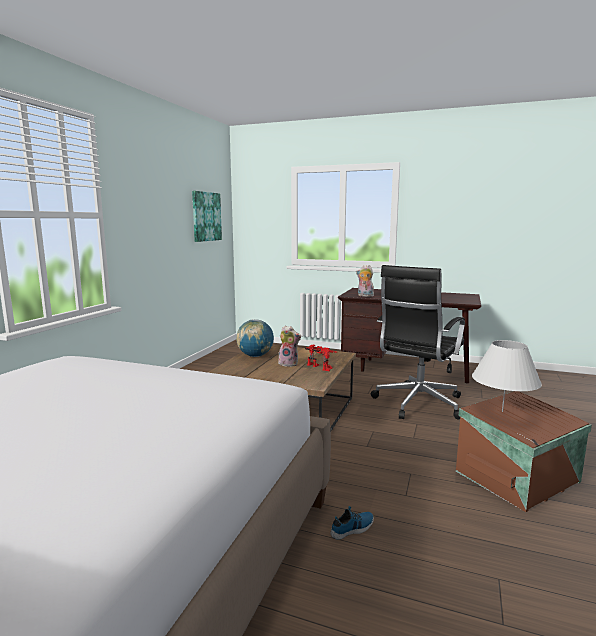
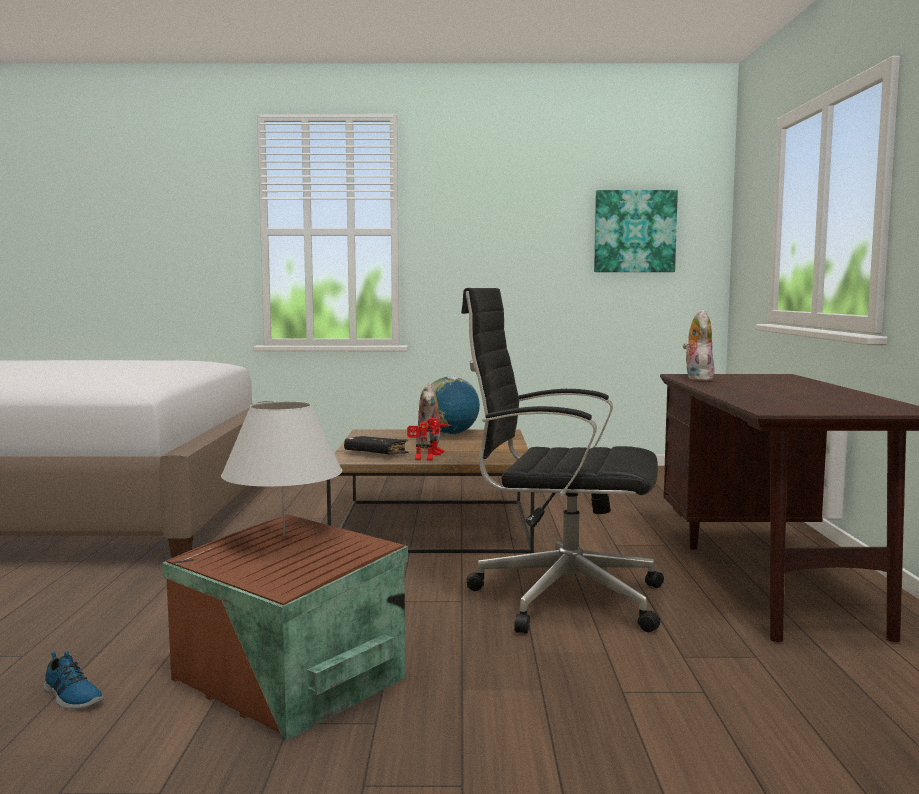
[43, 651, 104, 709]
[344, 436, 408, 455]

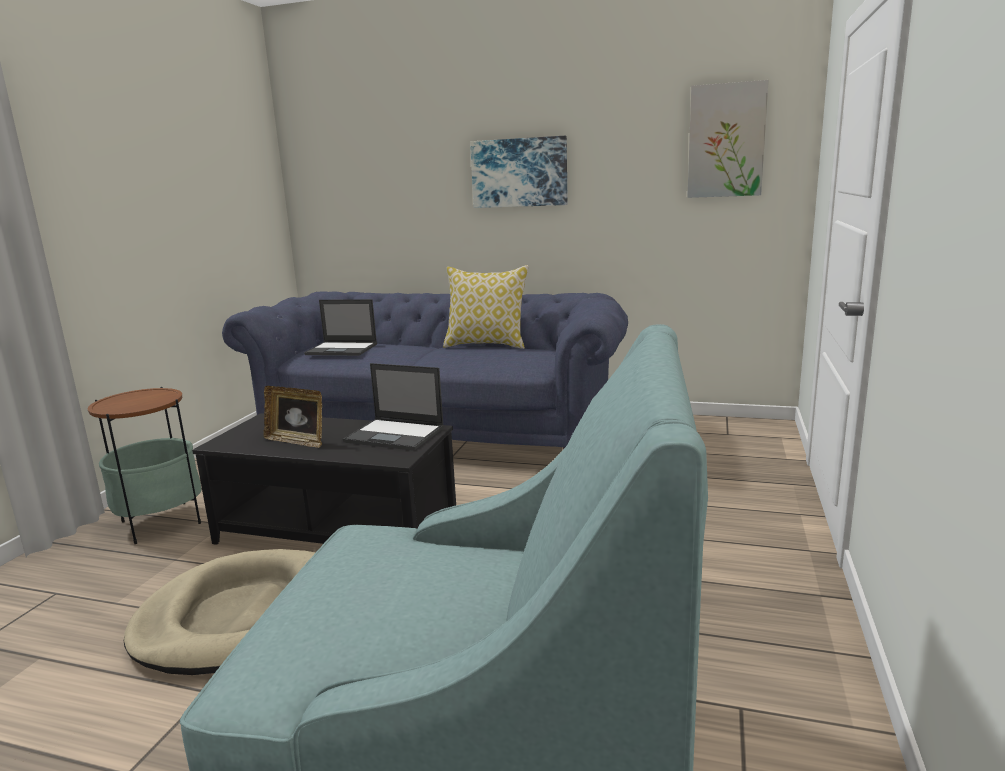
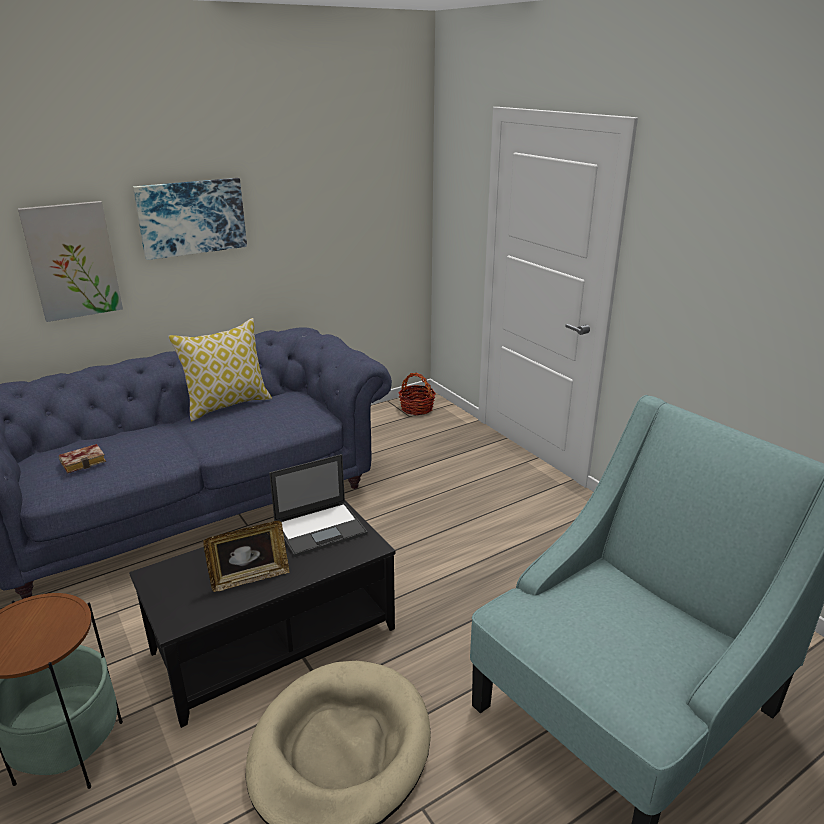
[18, 201, 123, 322]
[59, 444, 106, 473]
[399, 373, 436, 415]

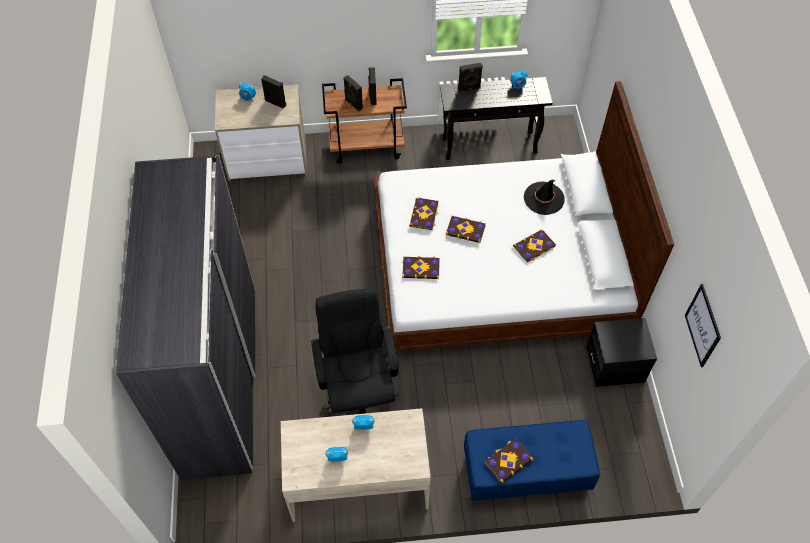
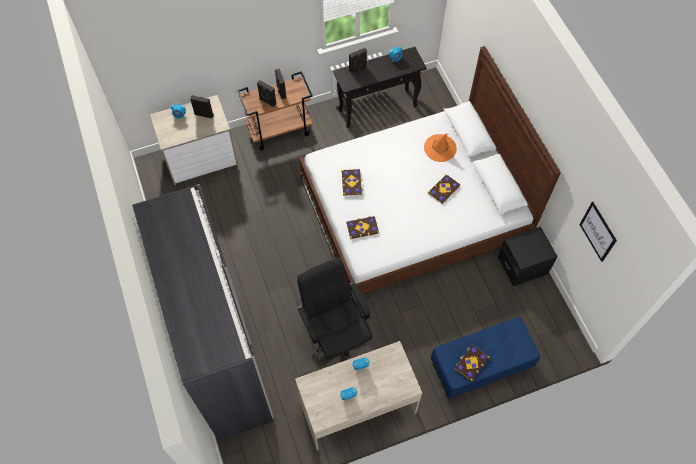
[424, 133, 457, 162]
[446, 216, 486, 243] (first image)

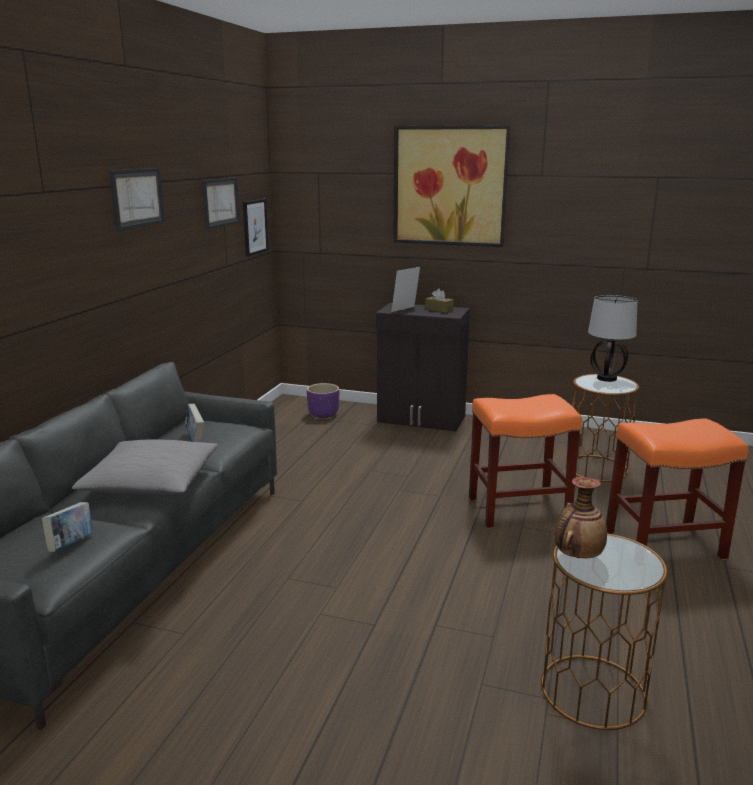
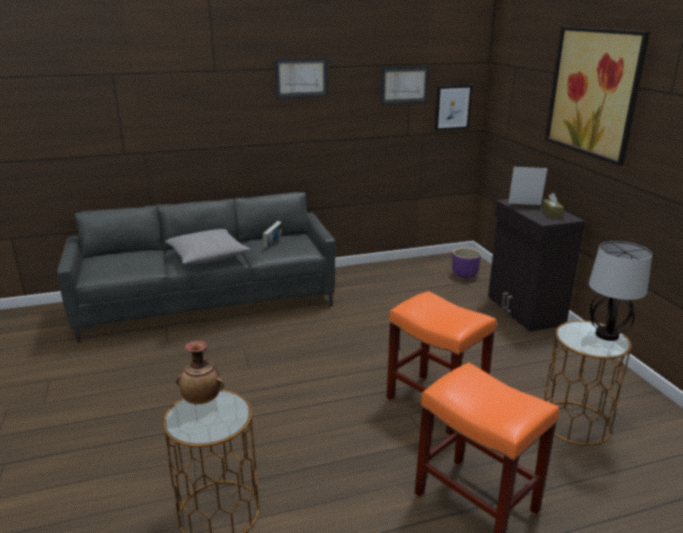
[42, 502, 93, 552] (first image)

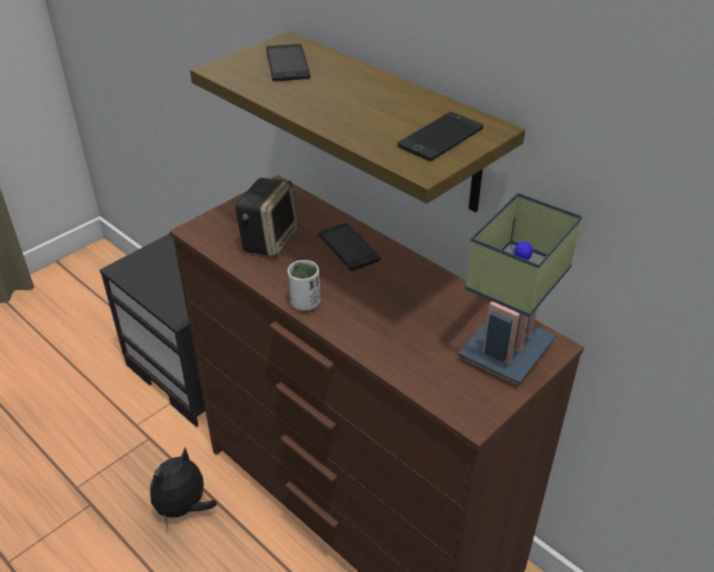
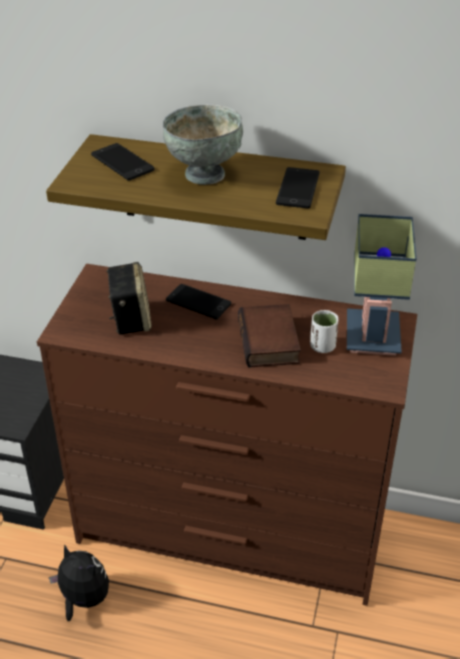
[49, 544, 109, 621]
[163, 104, 243, 185]
[238, 304, 301, 368]
[310, 310, 338, 353]

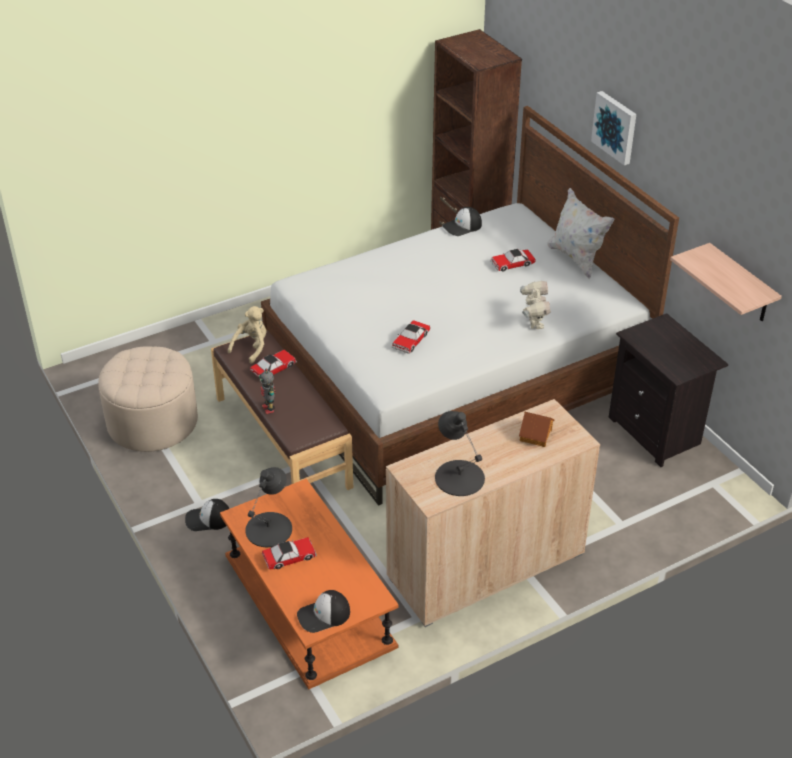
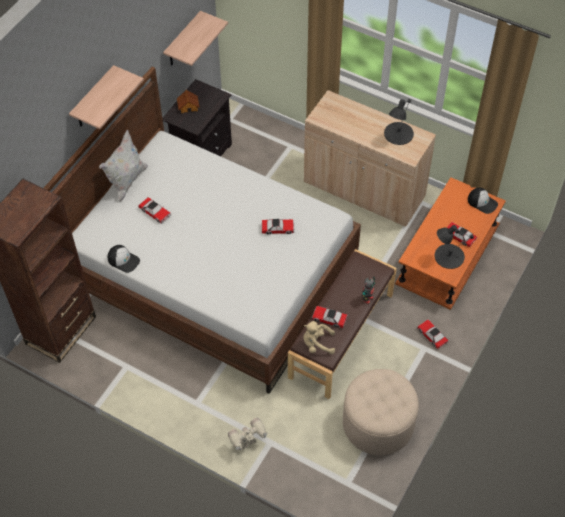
[69, 65, 144, 129]
[177, 90, 199, 113]
[228, 417, 268, 450]
[417, 320, 449, 349]

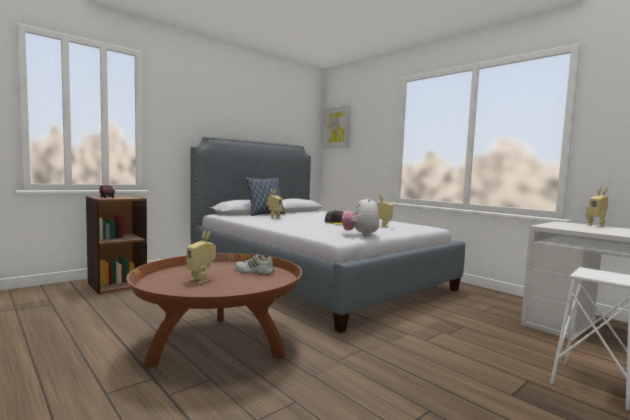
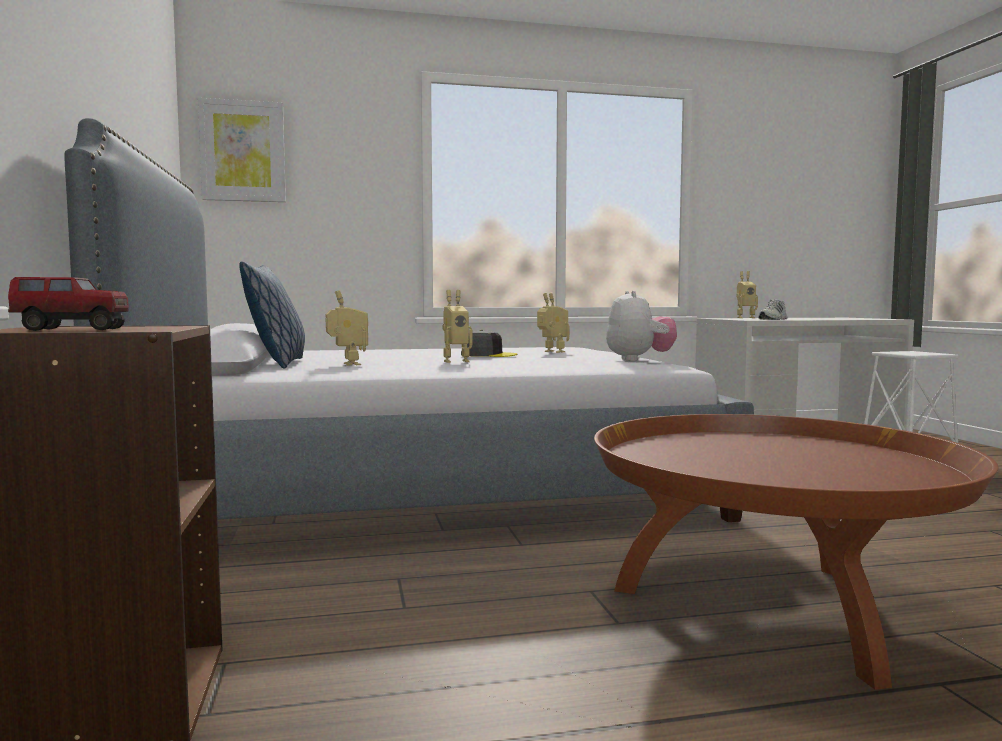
[442, 290, 472, 363]
[606, 290, 677, 361]
[758, 299, 787, 320]

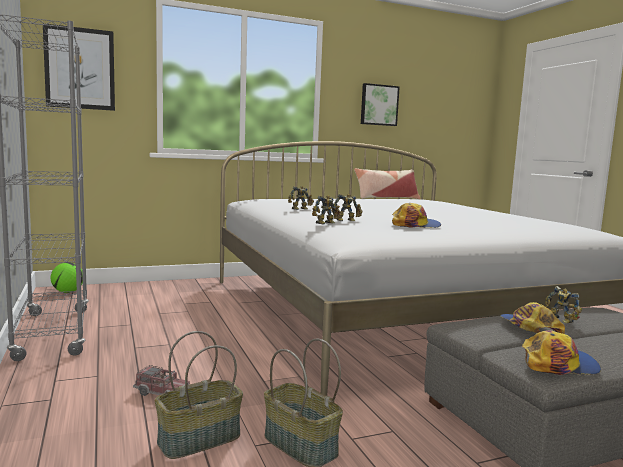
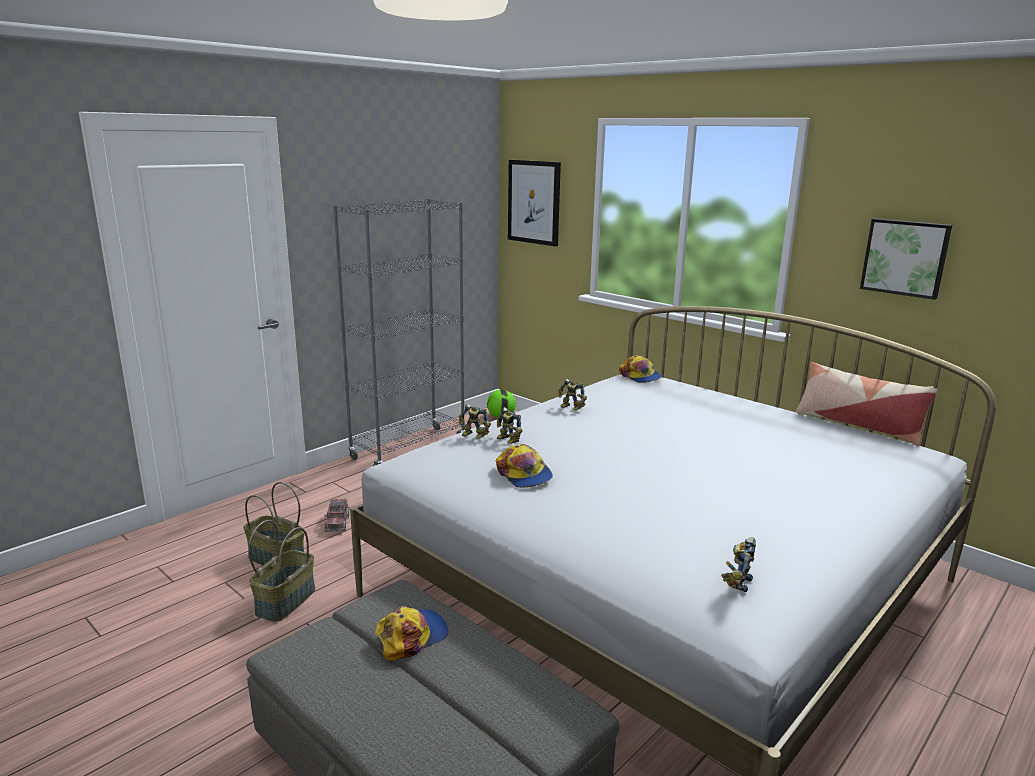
[619, 355, 662, 383]
[721, 537, 756, 592]

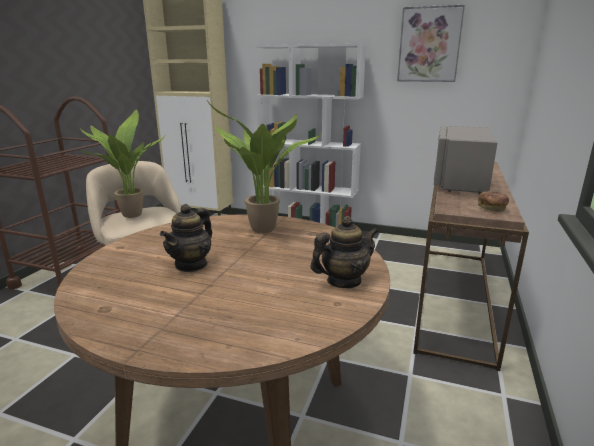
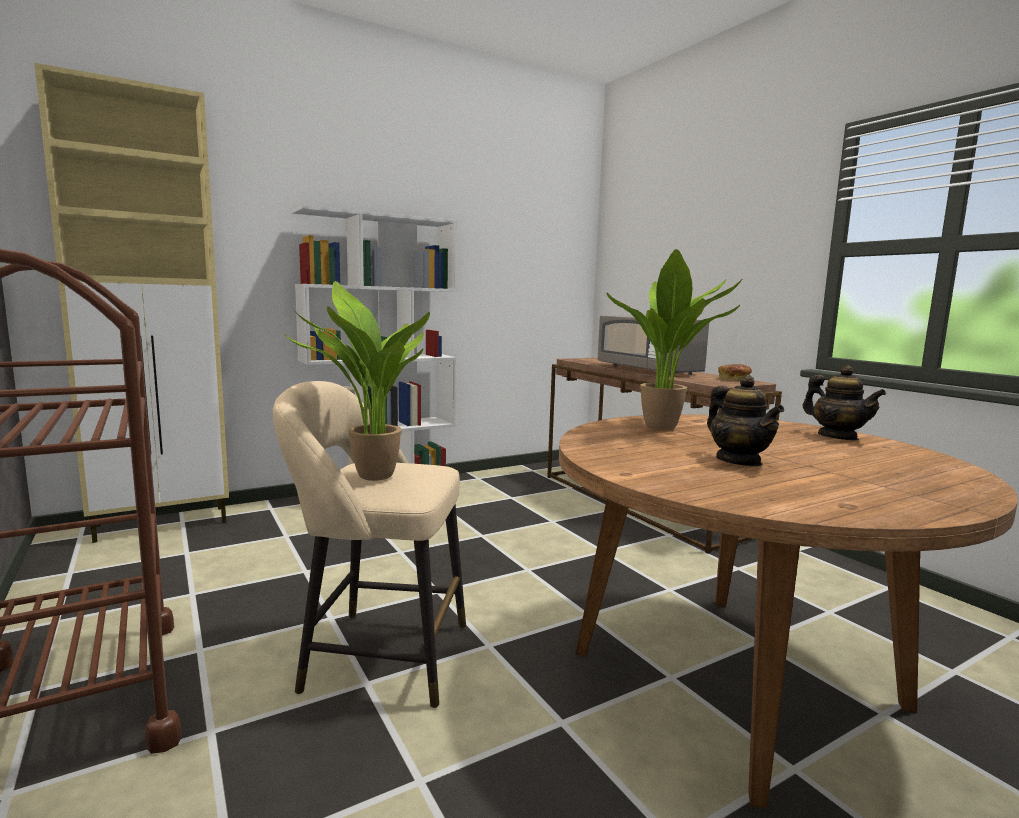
[803, 365, 886, 440]
[397, 5, 465, 82] (first image)

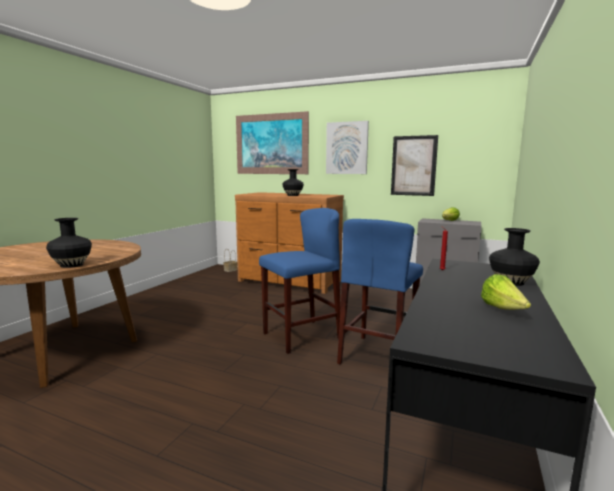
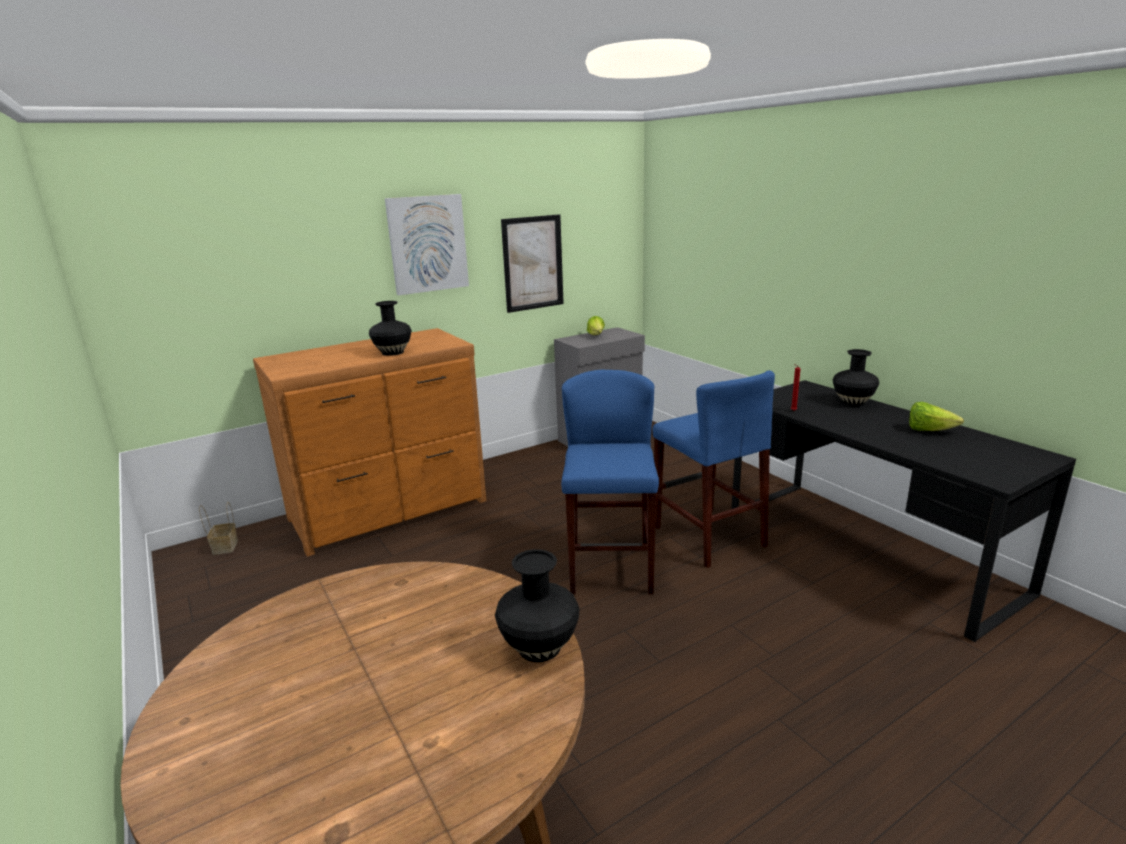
[236, 111, 309, 174] (first image)

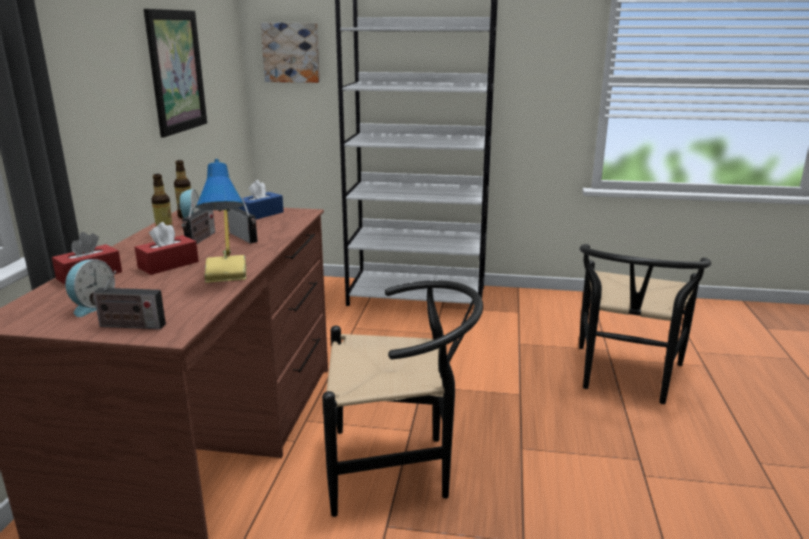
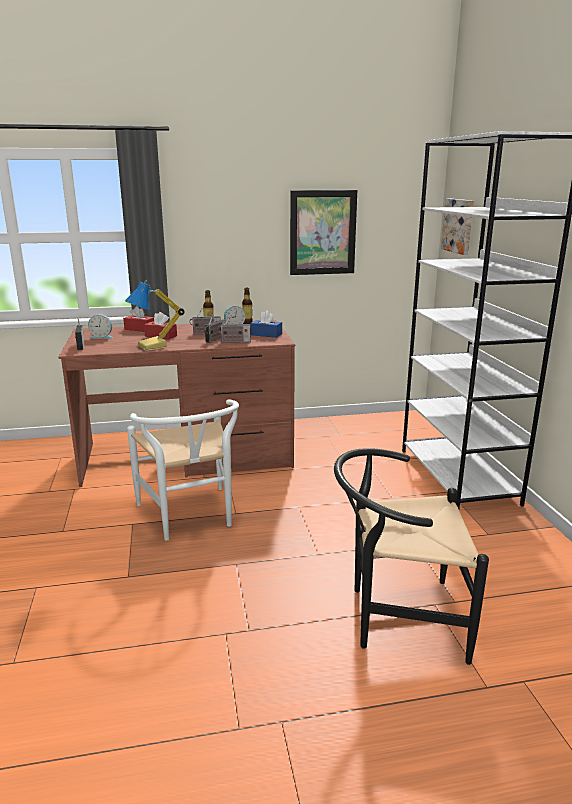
[127, 399, 239, 541]
[218, 316, 251, 343]

